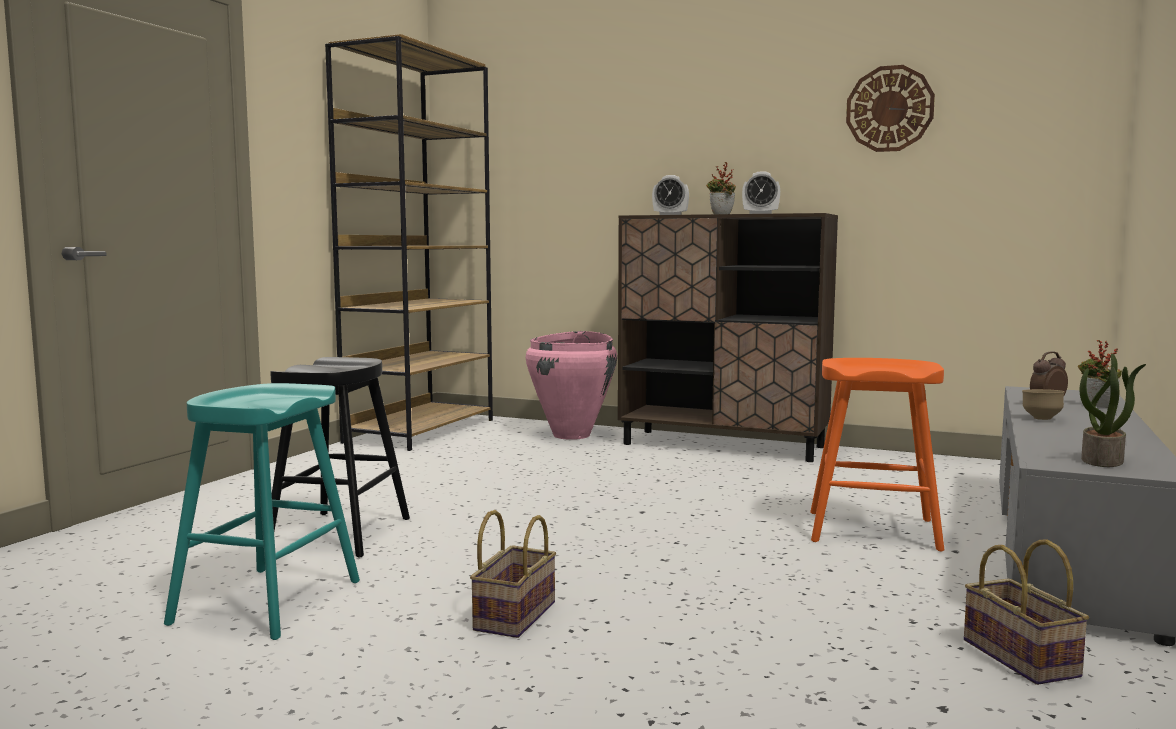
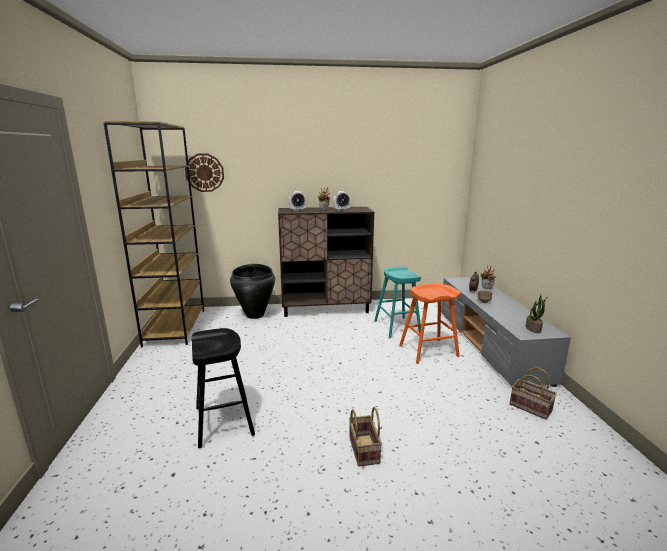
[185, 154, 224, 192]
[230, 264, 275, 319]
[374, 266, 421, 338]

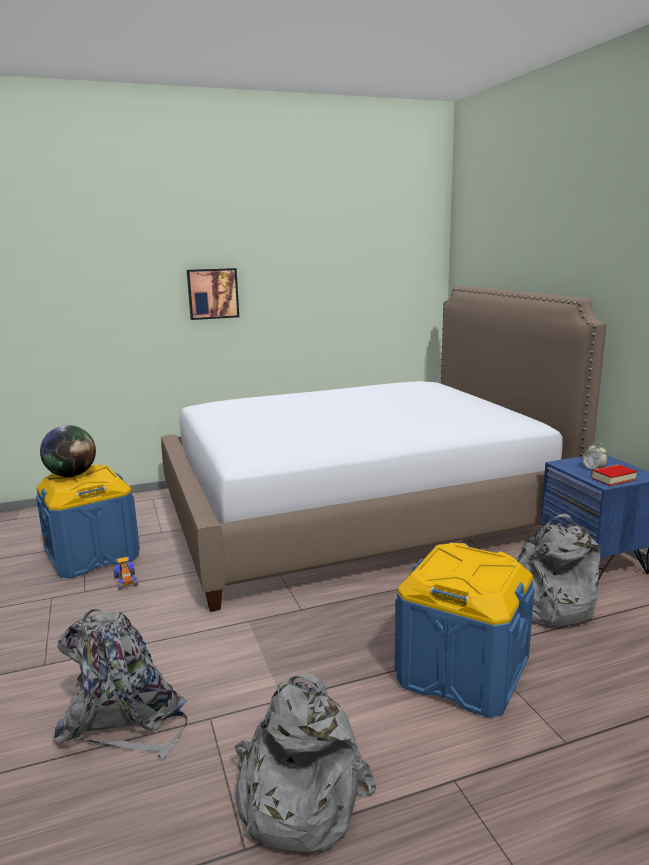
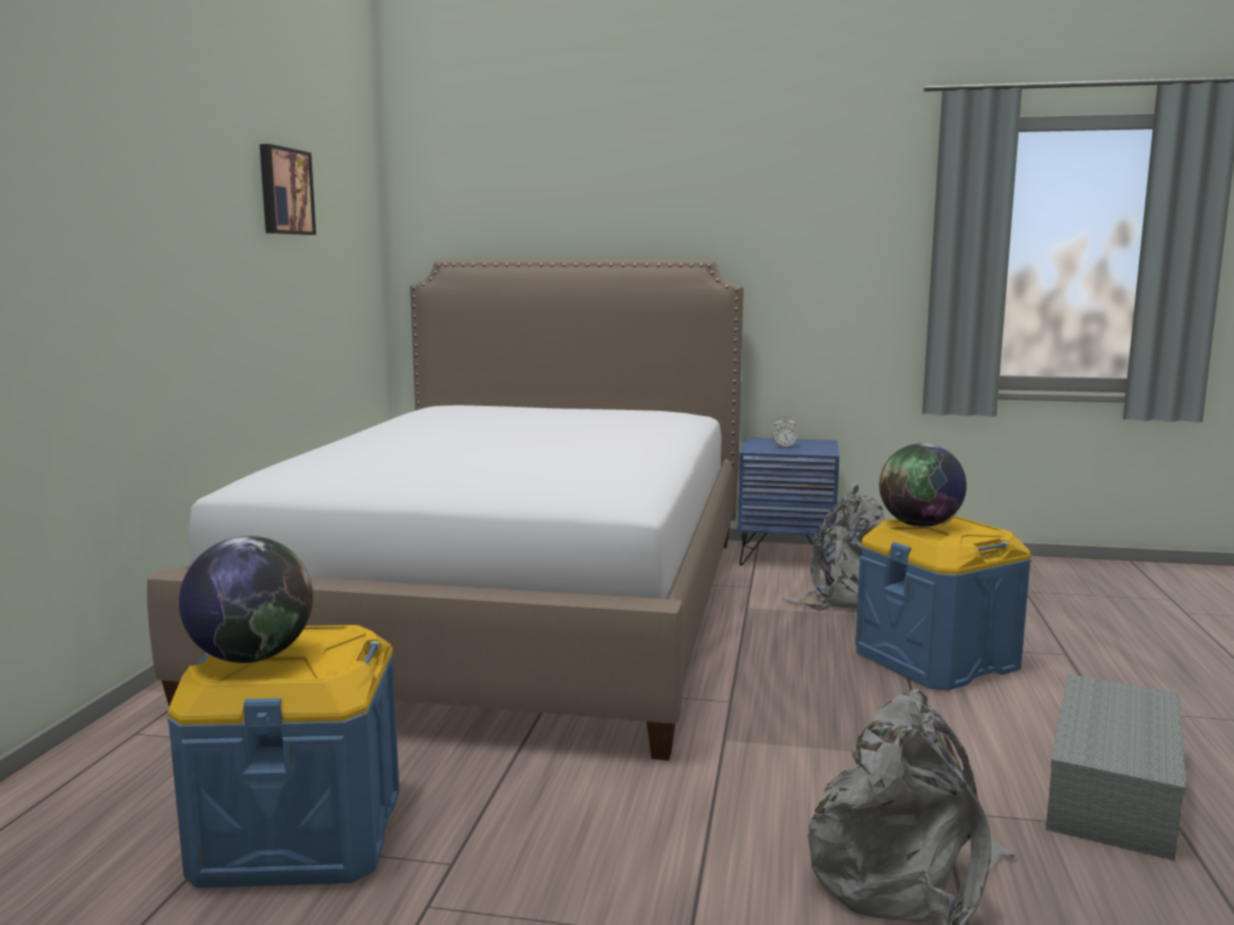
[260, 144, 316, 235]
[879, 443, 967, 527]
[1046, 674, 1186, 861]
[114, 556, 138, 590] (first image)
[591, 465, 637, 486] (first image)

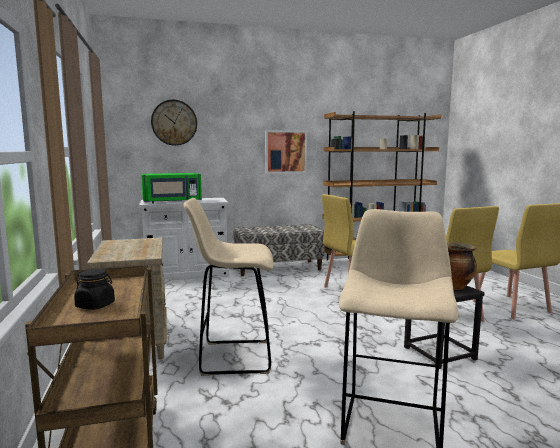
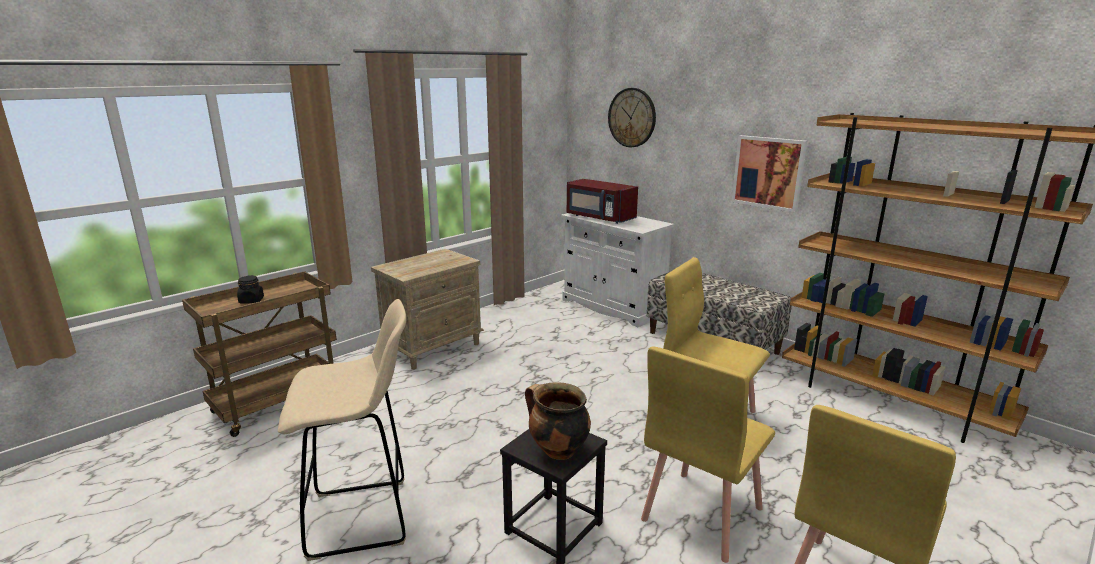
[567, 179, 638, 224]
[183, 198, 274, 376] (first image)

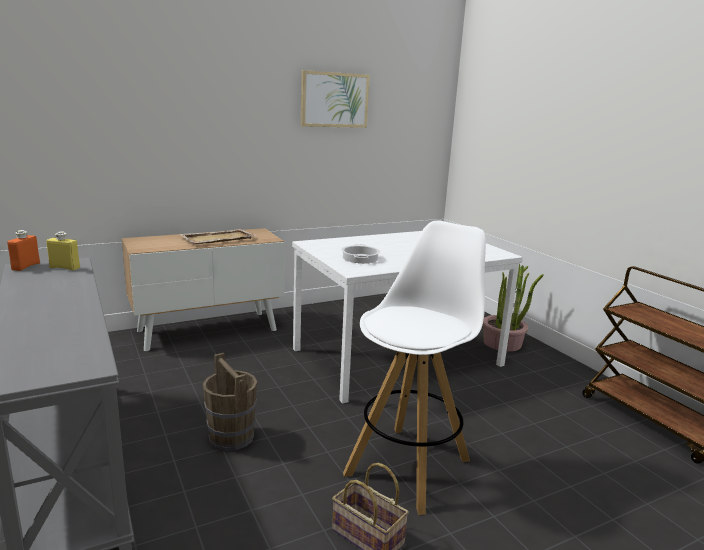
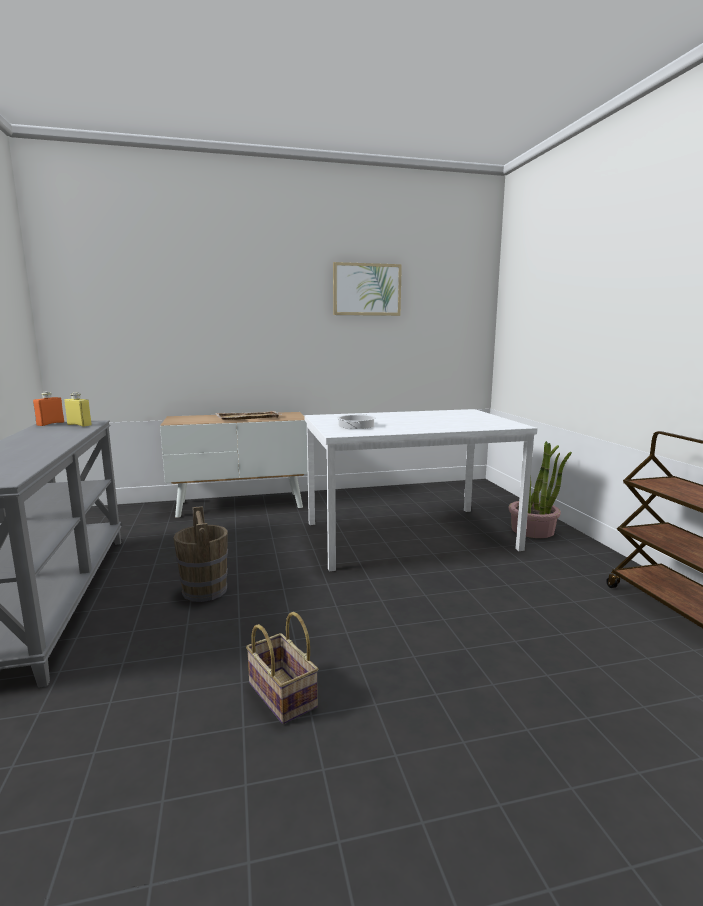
[343, 220, 486, 515] (first image)

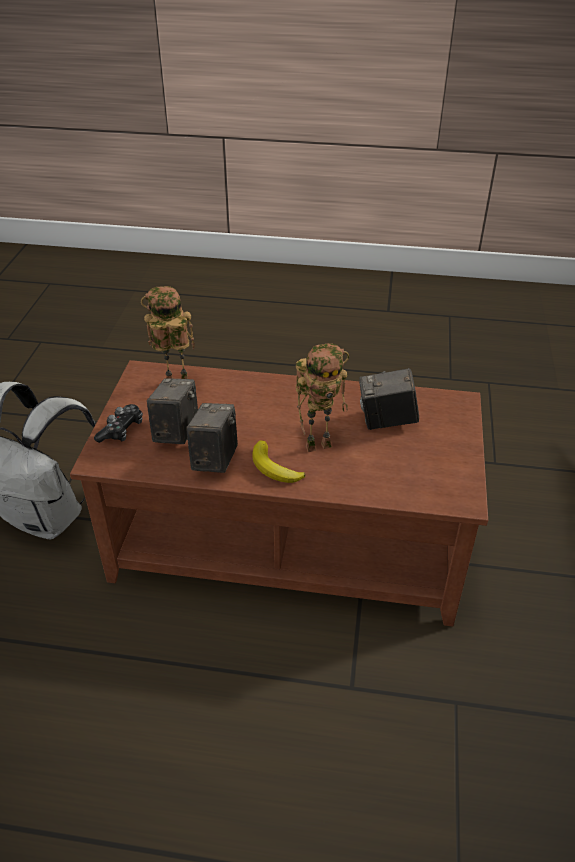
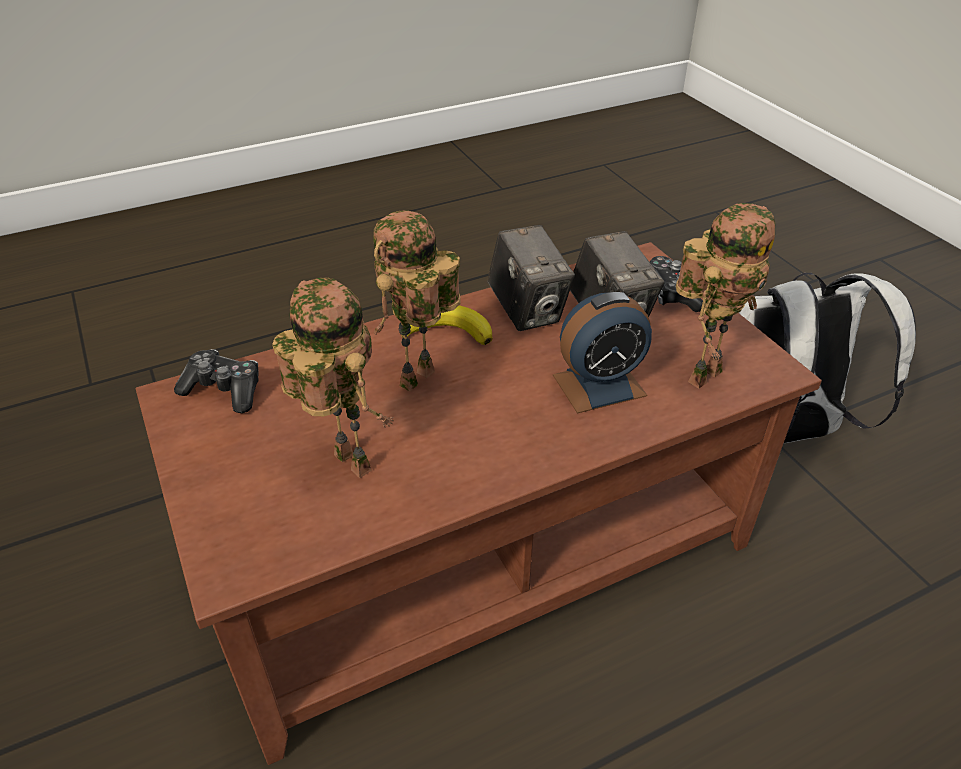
[174, 349, 259, 413]
[272, 278, 394, 478]
[553, 292, 652, 414]

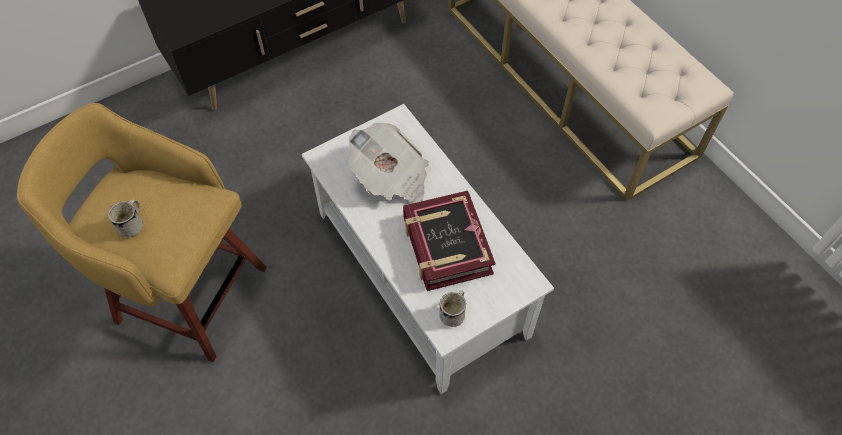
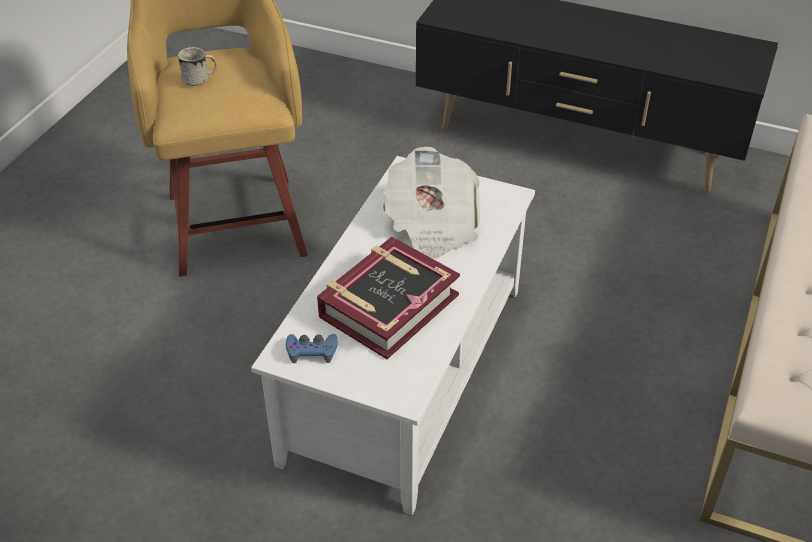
[286, 334, 338, 363]

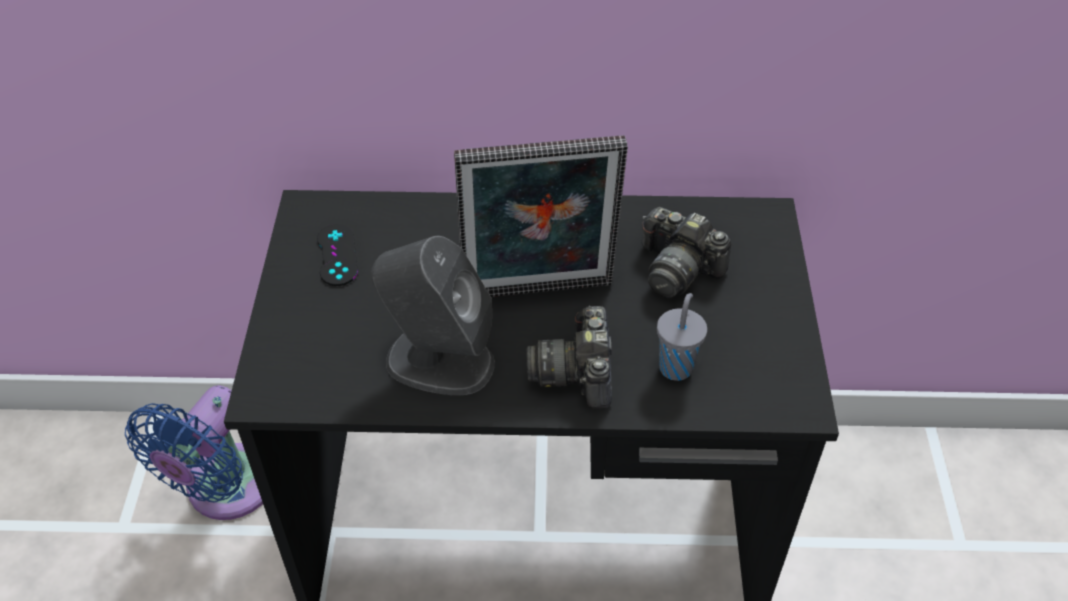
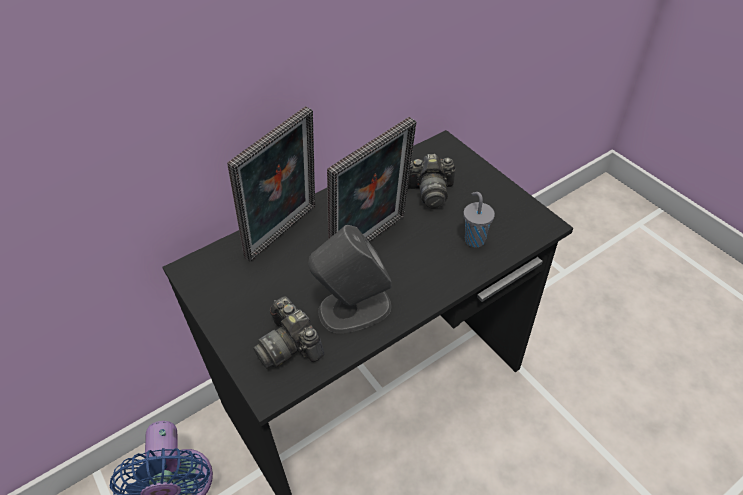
[227, 106, 315, 262]
[253, 296, 324, 368]
[317, 224, 358, 286] (first image)

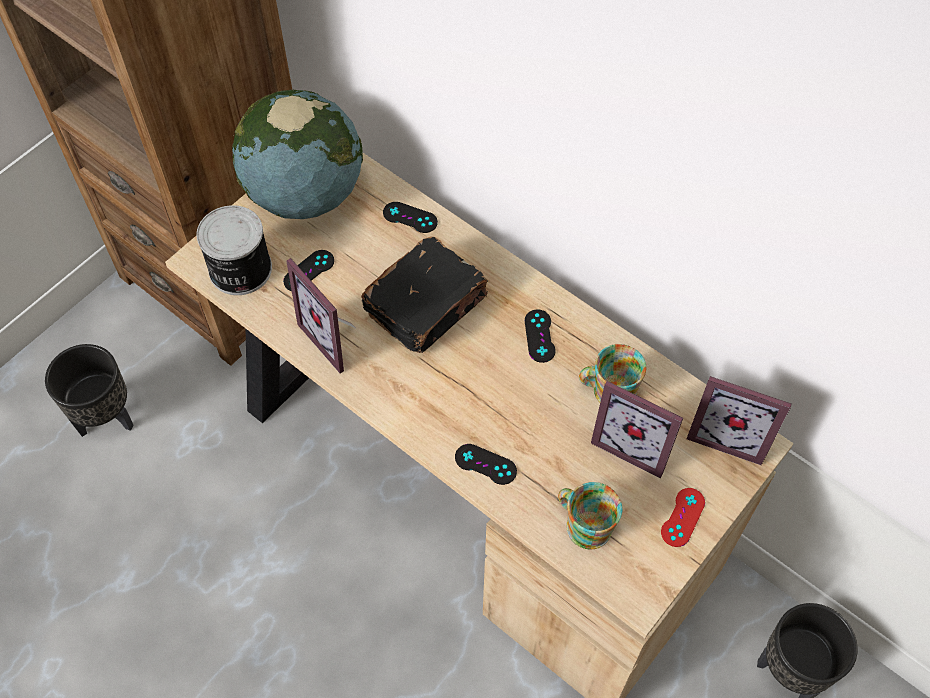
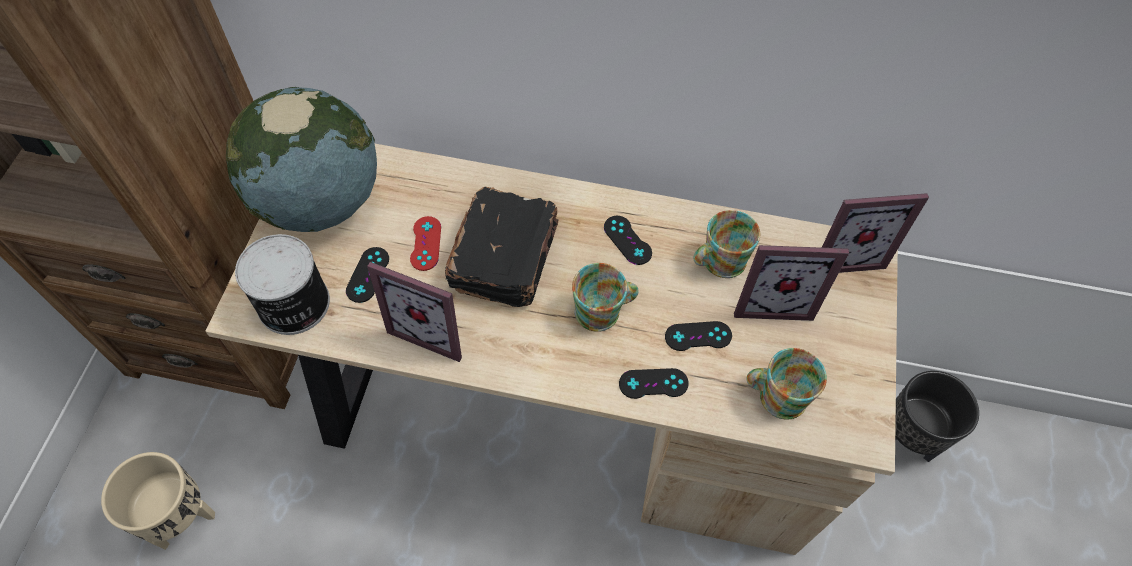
[101, 452, 215, 550]
[410, 216, 441, 271]
[572, 263, 639, 332]
[665, 321, 732, 351]

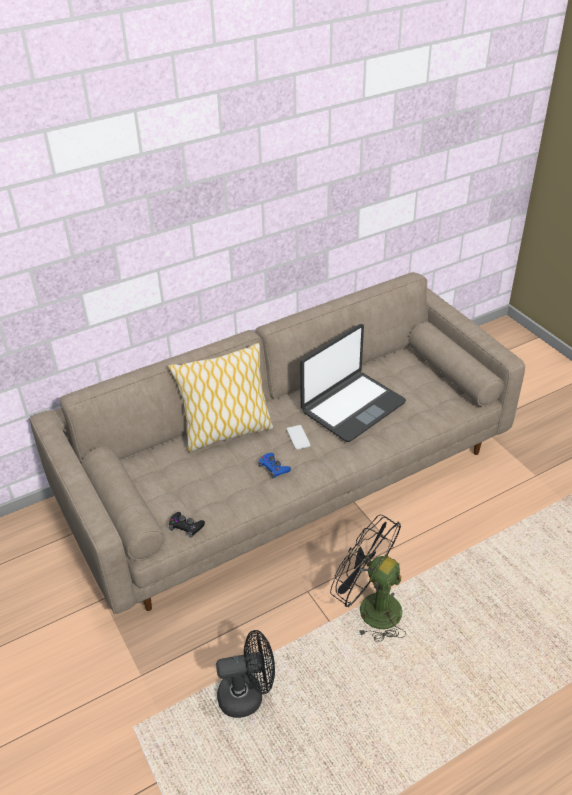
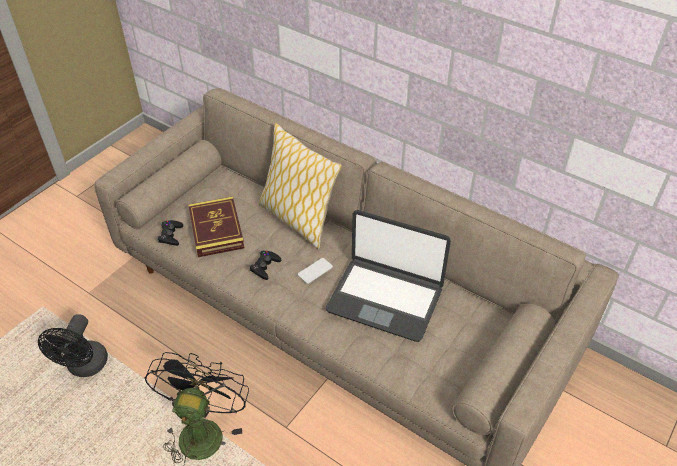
[38, 314, 108, 377]
[188, 197, 245, 257]
[249, 251, 281, 280]

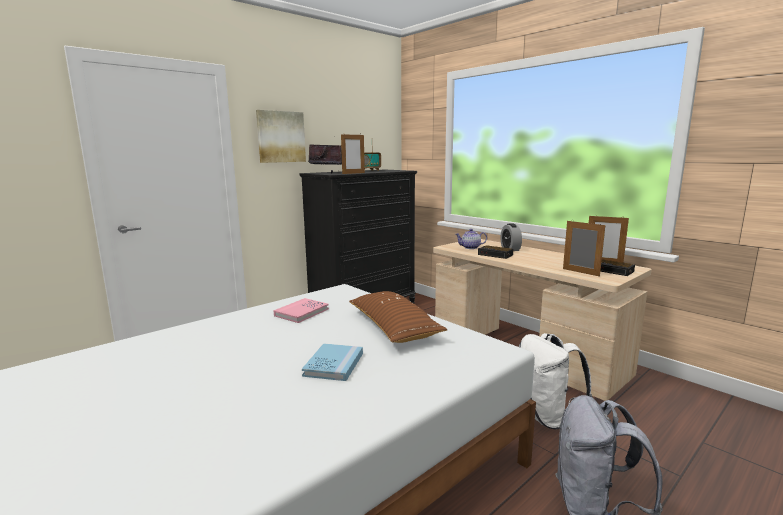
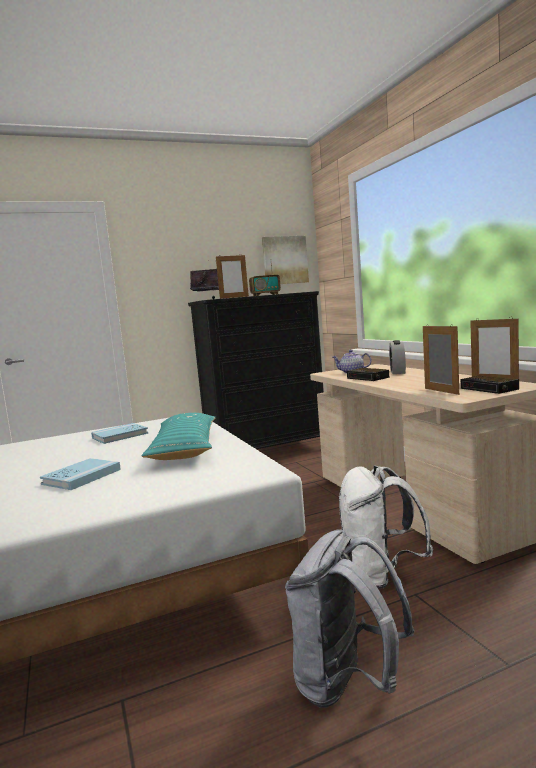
[91, 423, 148, 444]
[142, 413, 216, 460]
[262, 236, 309, 284]

